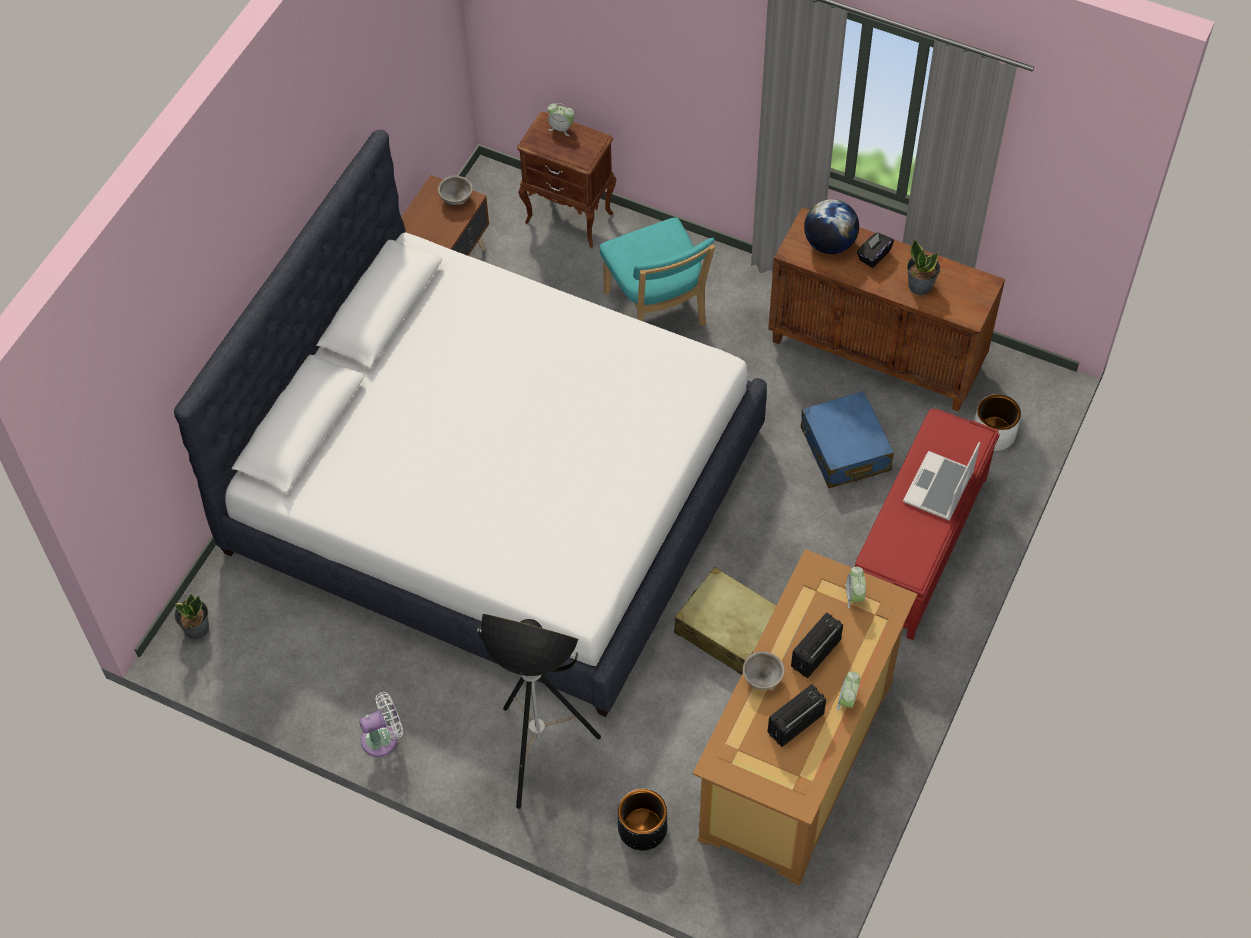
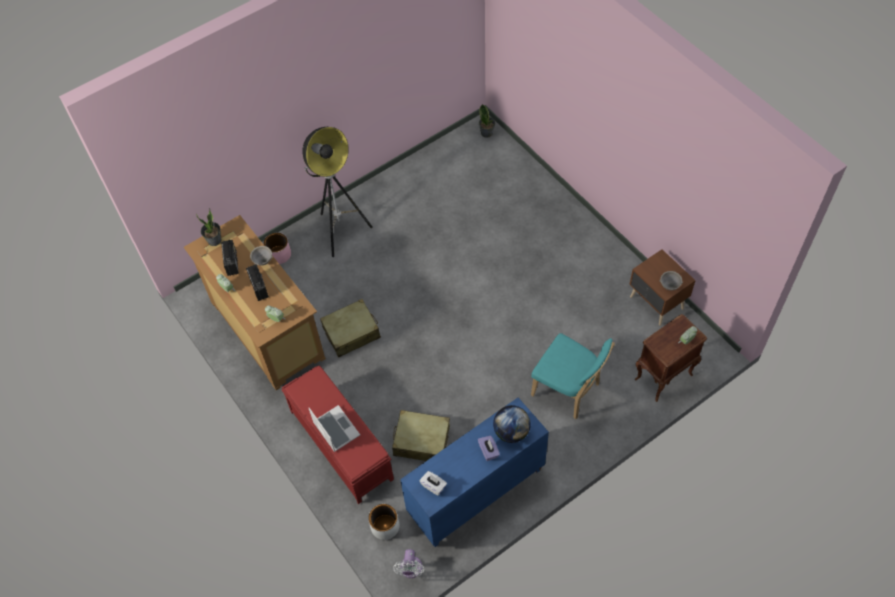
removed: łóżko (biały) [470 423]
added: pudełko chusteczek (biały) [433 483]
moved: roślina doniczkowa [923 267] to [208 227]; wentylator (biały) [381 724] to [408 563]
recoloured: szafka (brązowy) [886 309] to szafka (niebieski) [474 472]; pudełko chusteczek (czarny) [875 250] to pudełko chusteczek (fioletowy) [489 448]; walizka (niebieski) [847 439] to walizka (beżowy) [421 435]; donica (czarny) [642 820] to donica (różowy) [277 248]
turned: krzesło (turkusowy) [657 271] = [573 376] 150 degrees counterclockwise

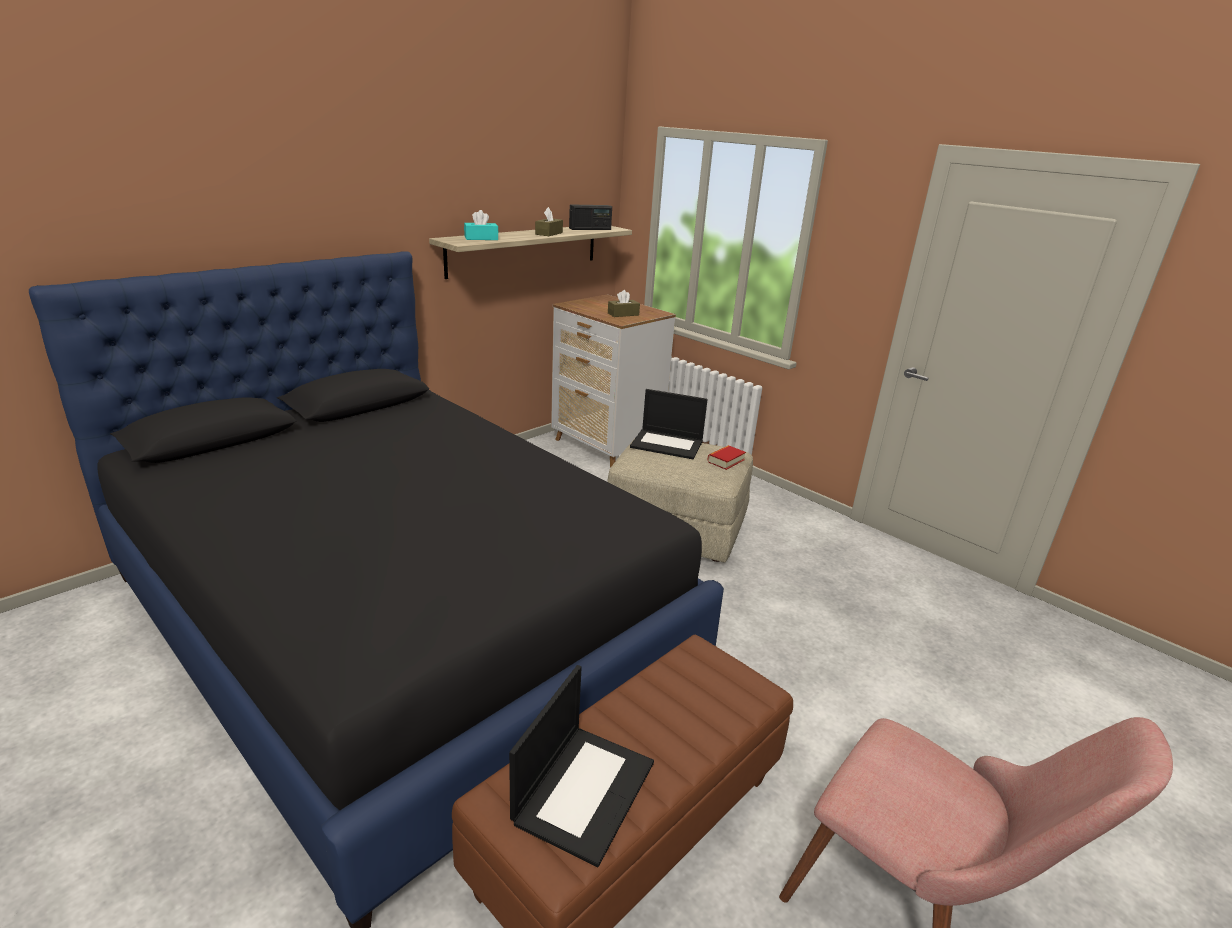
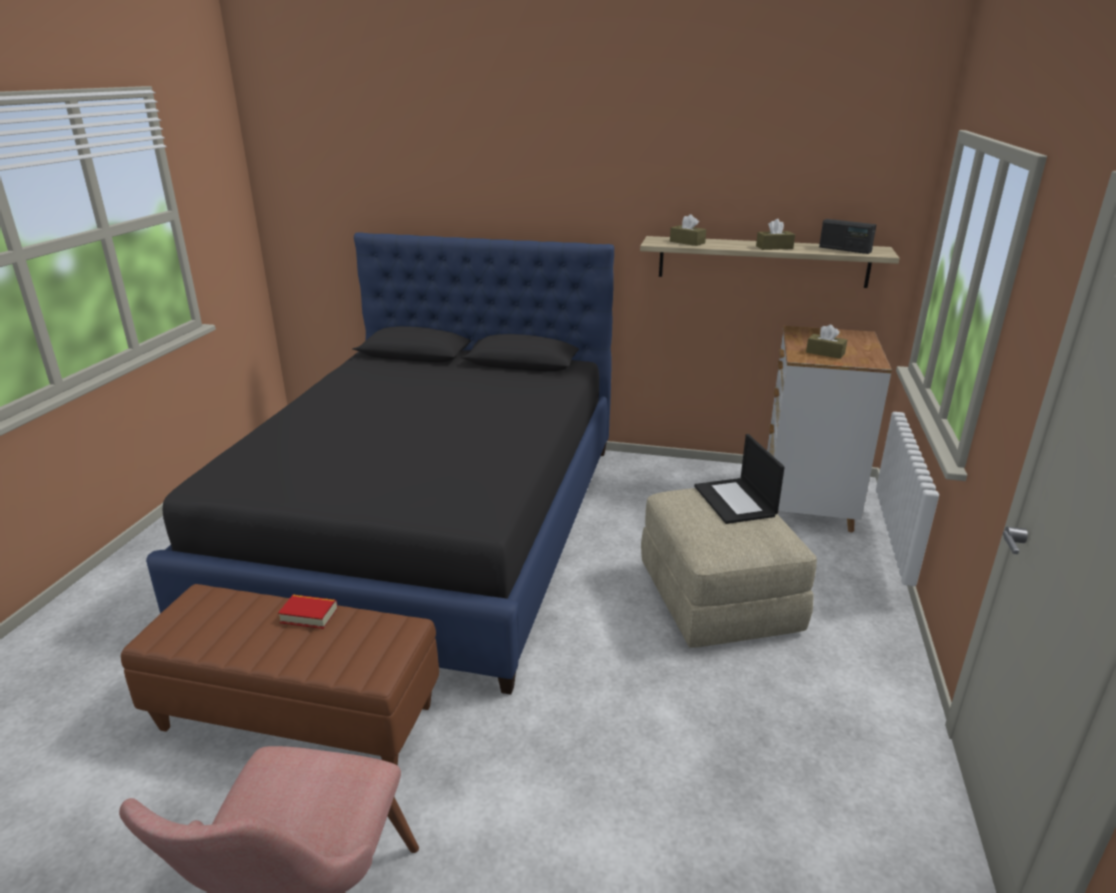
removed: laptop [581 766]
moved: książka [727 457] to [308 612]
recoloured: pudełko chusteczek (turkusowy) [481 225] to pudełko chusteczek (brązowy) [688 230]

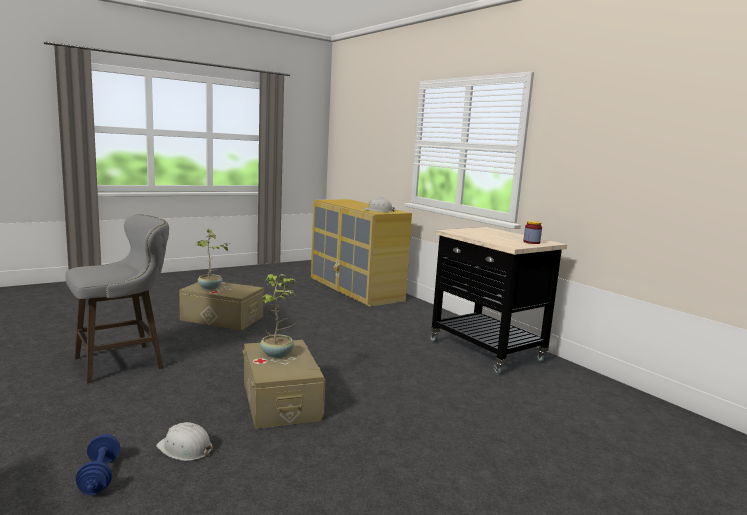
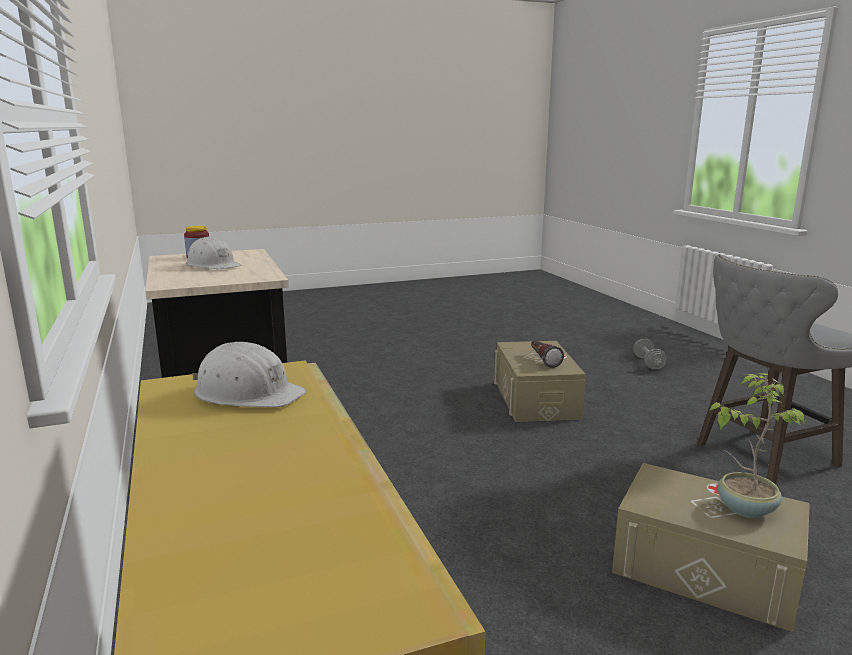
moved: kask (biały) [184 441] to [213 253]
replaced: roślina doniczkowa [278 316] to latarka [547 354]
recoloured: hantel (niebieski) [98 464] to hantel (szary) [650 354]

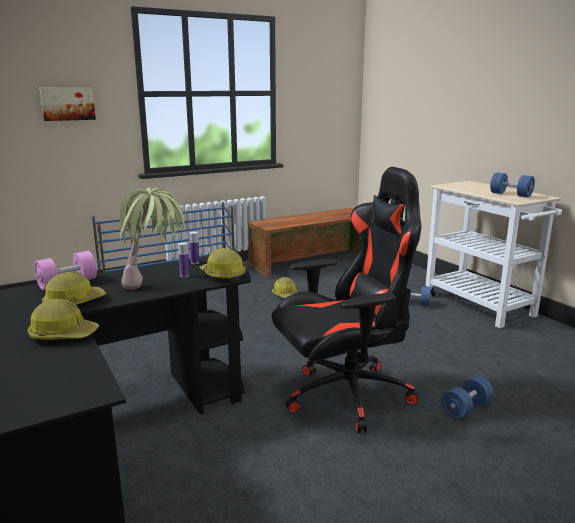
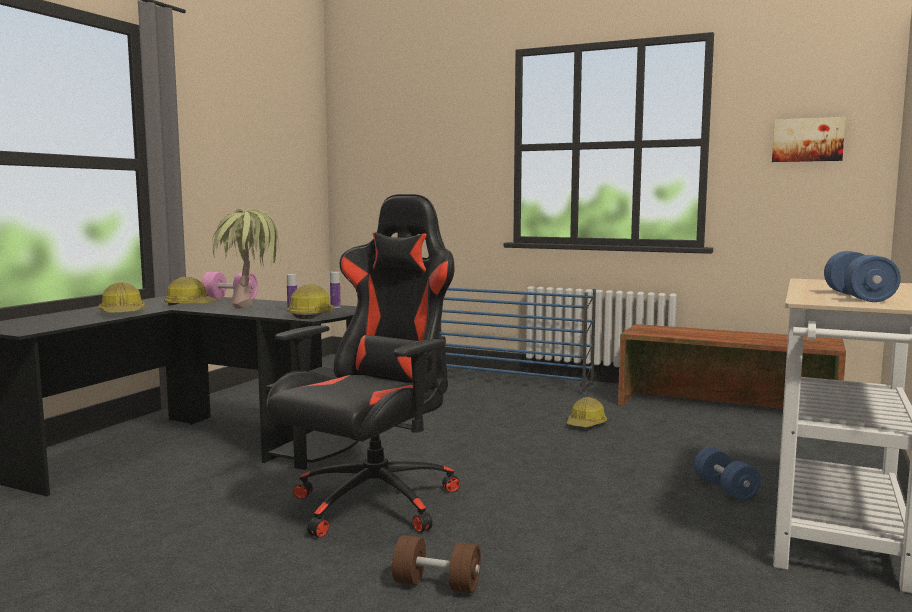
moved: obraz [67 104] to [809 139]
recoloured: hantel (niebieski) [467 397] to hantel (brązowy) [436 564]
turned: krzesło biurowe (czarny) [346 300] = [363 366] 90 degrees counterclockwise

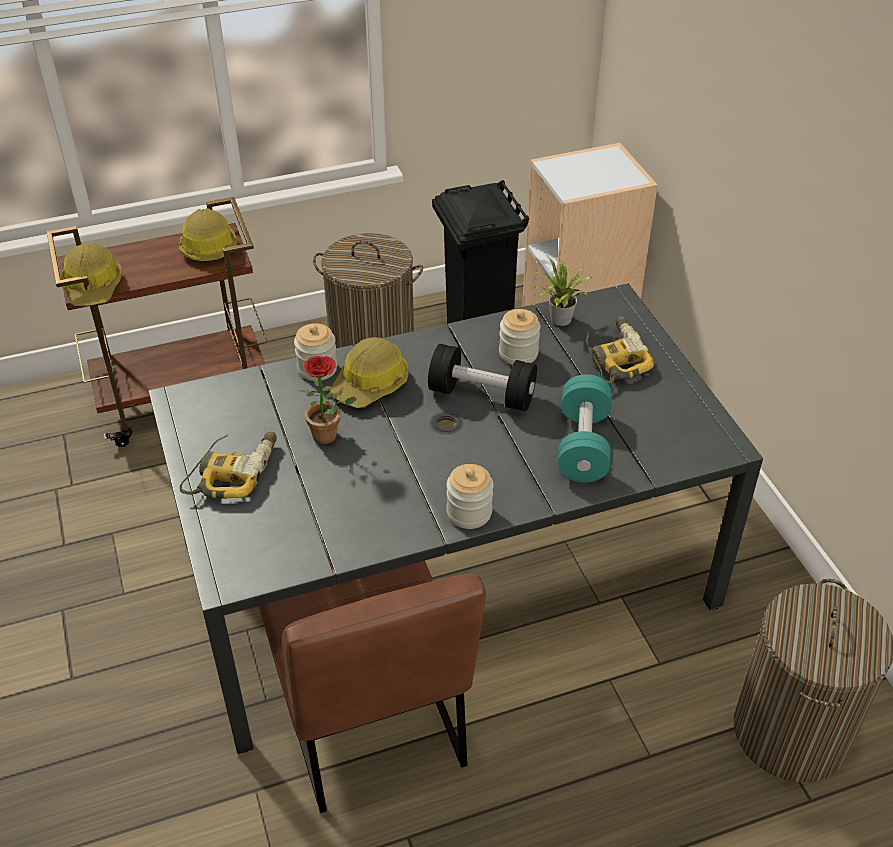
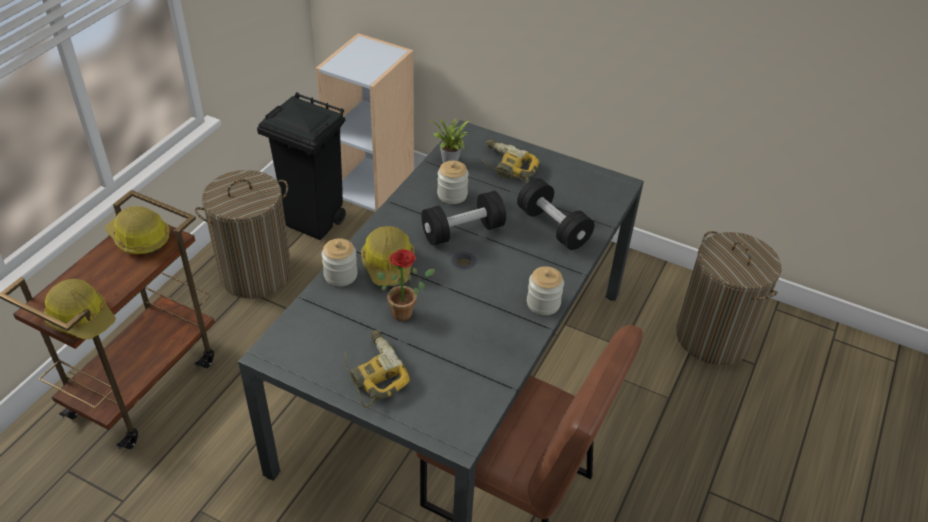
recoloured: hantel (turkusowy) [584 428] to hantel (czarny) [555 214]

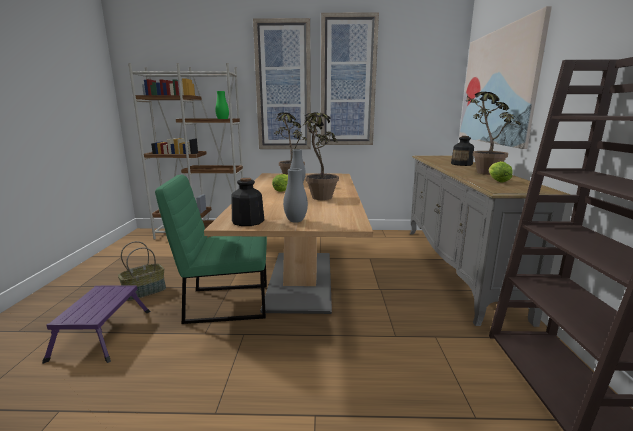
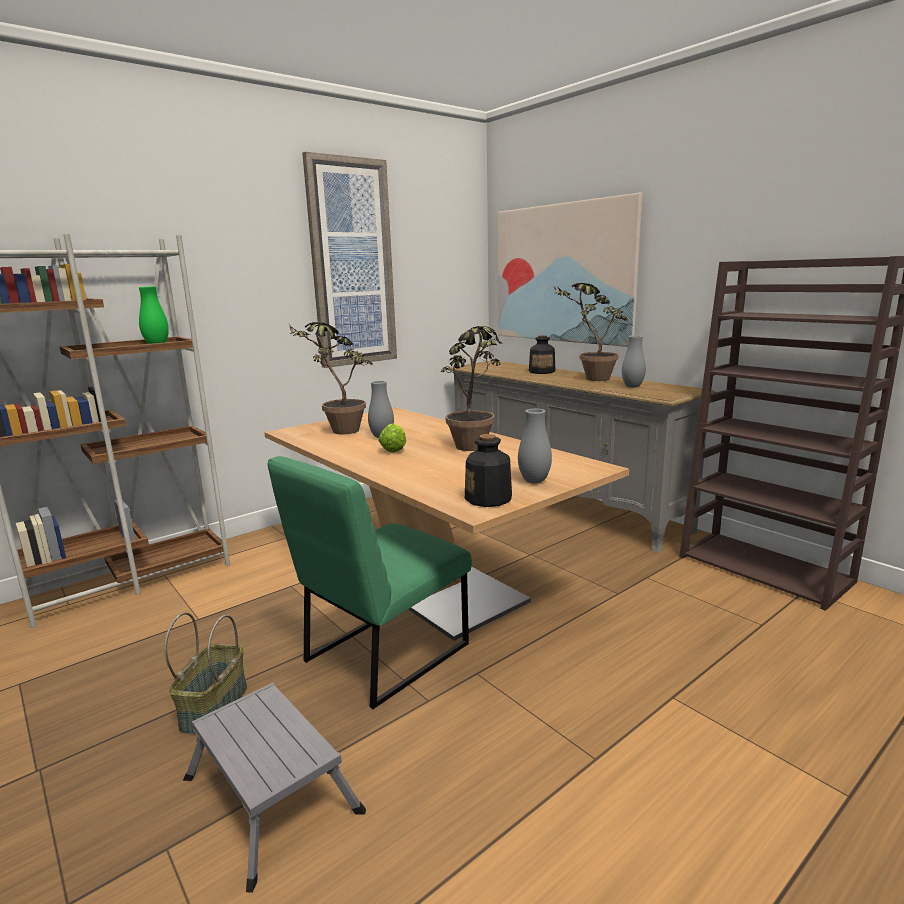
removed: obraz [282 83]
replaced: sałata [501 171] to wazon (szary) [634 361]
recoloured: drabinka (fioletowy) [96 324] to drabinka (szary) [274 788]

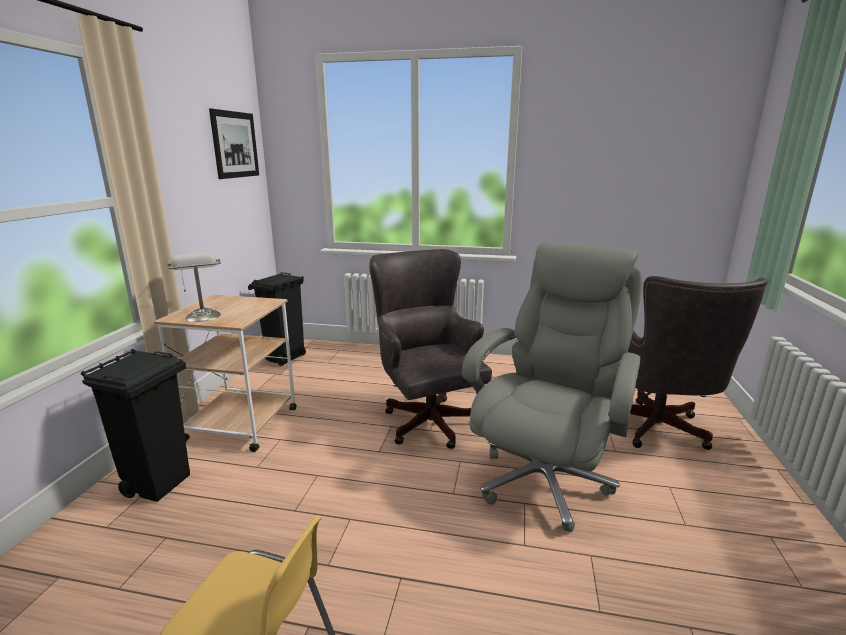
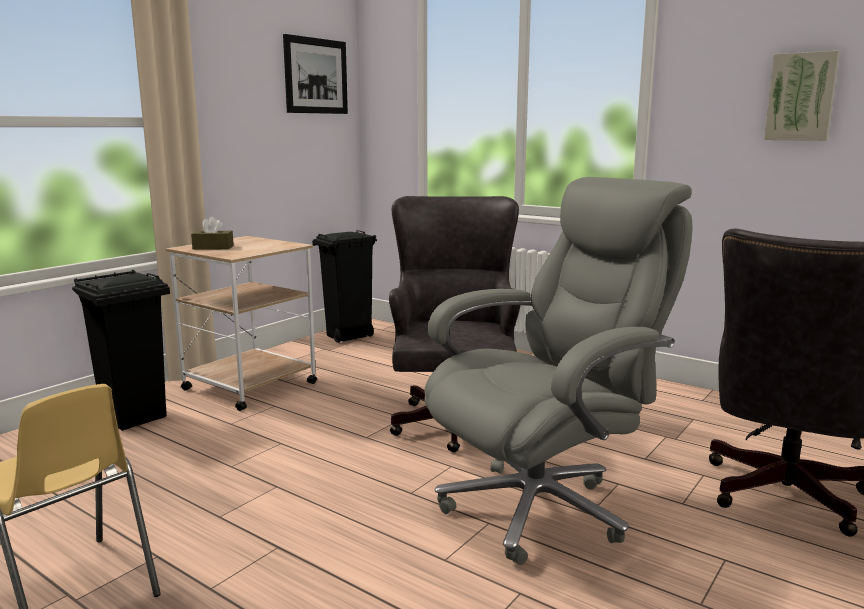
added: obraz [802 96]
replaced: lampa stołowa (biały) [194 287] to pudełko chusteczek (brązowy) [212 233]

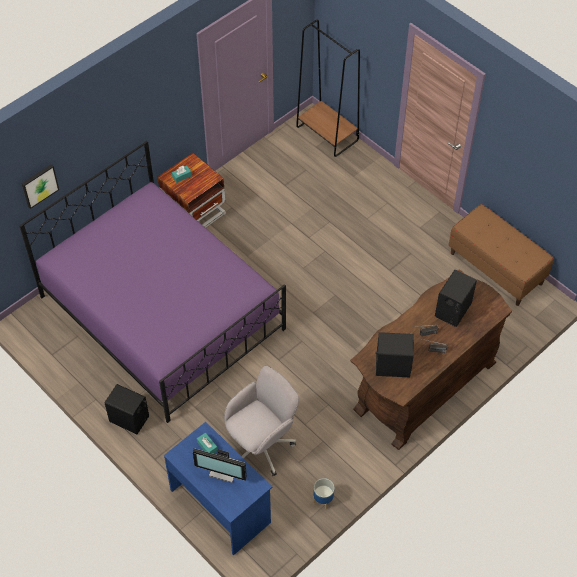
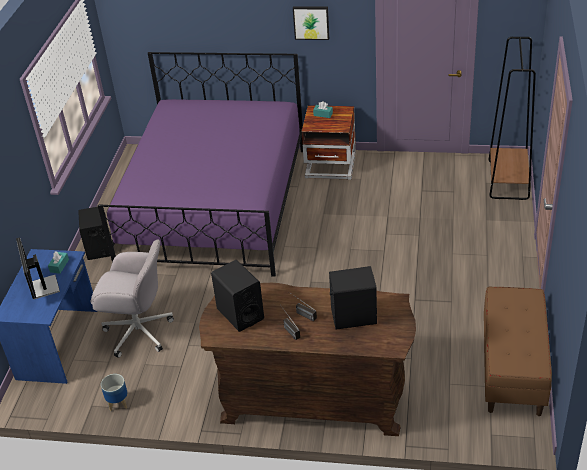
moved: obraz [40 186] to [311 23]

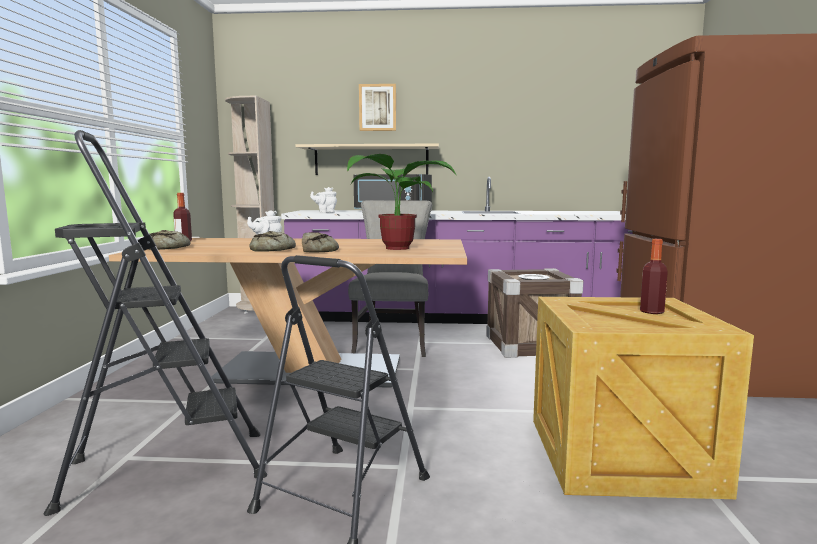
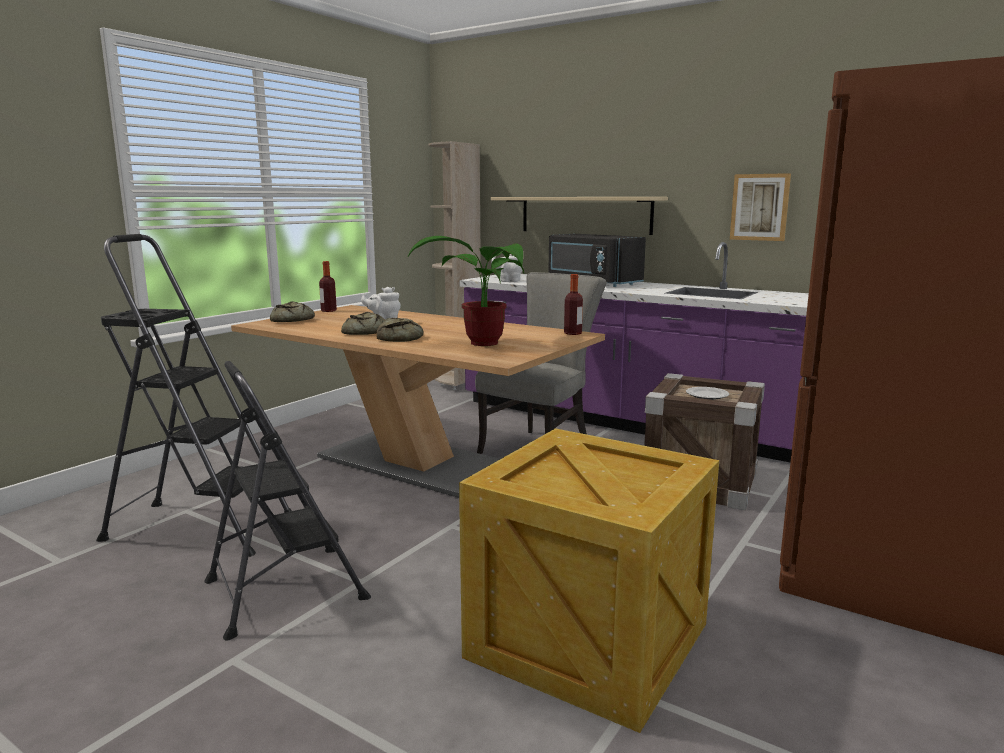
moved: obraz [377 107] to [760 207]; butelka [654 276] to [573 304]

